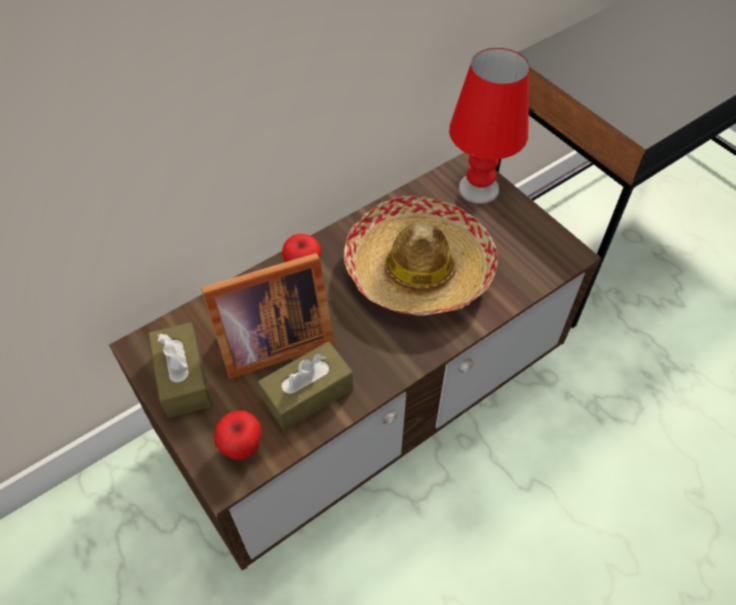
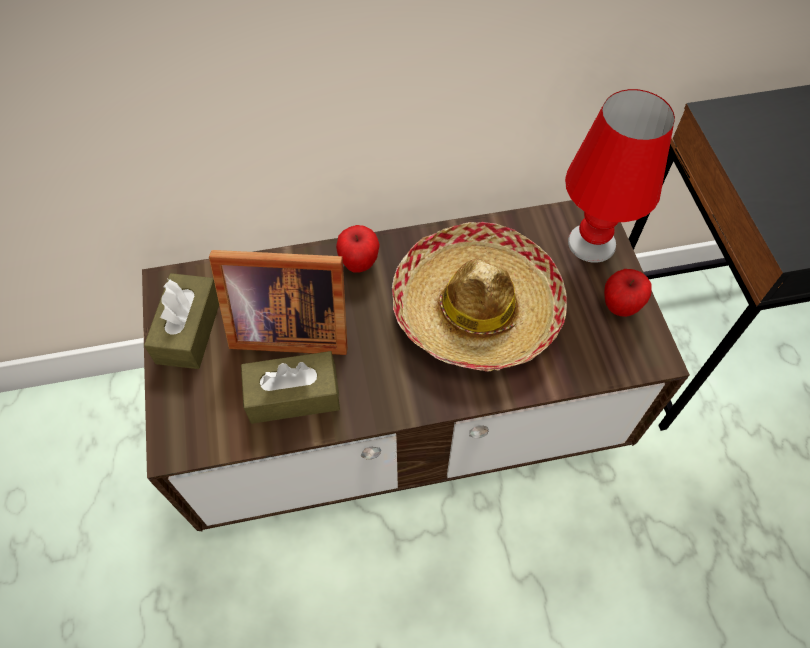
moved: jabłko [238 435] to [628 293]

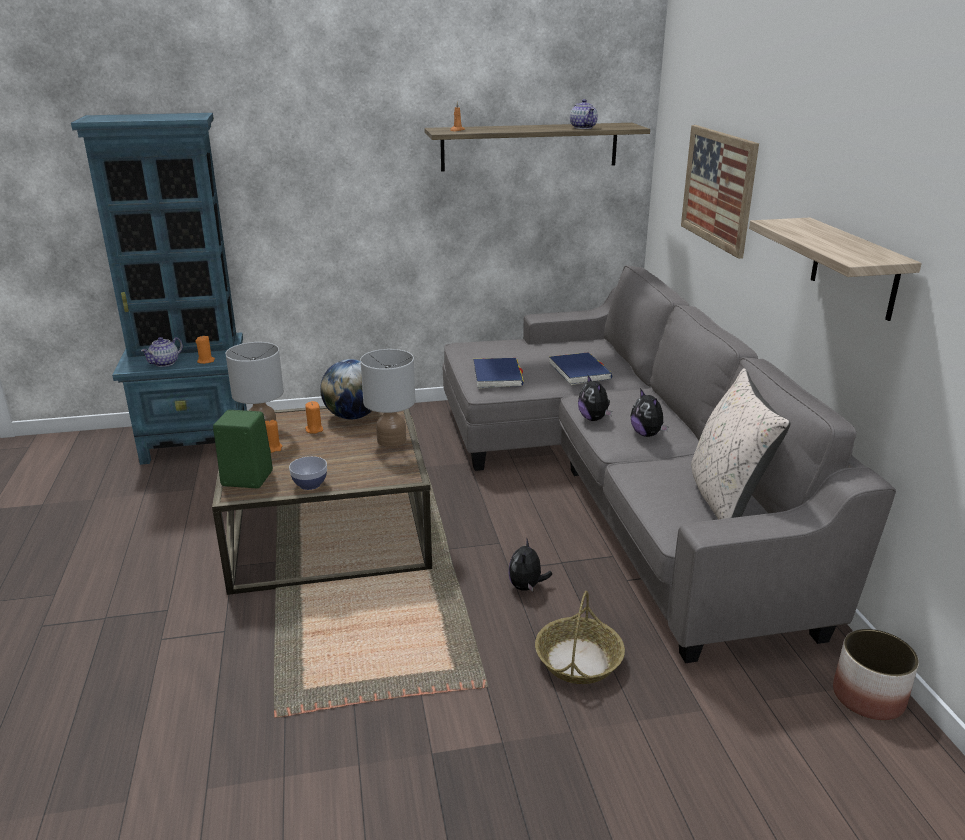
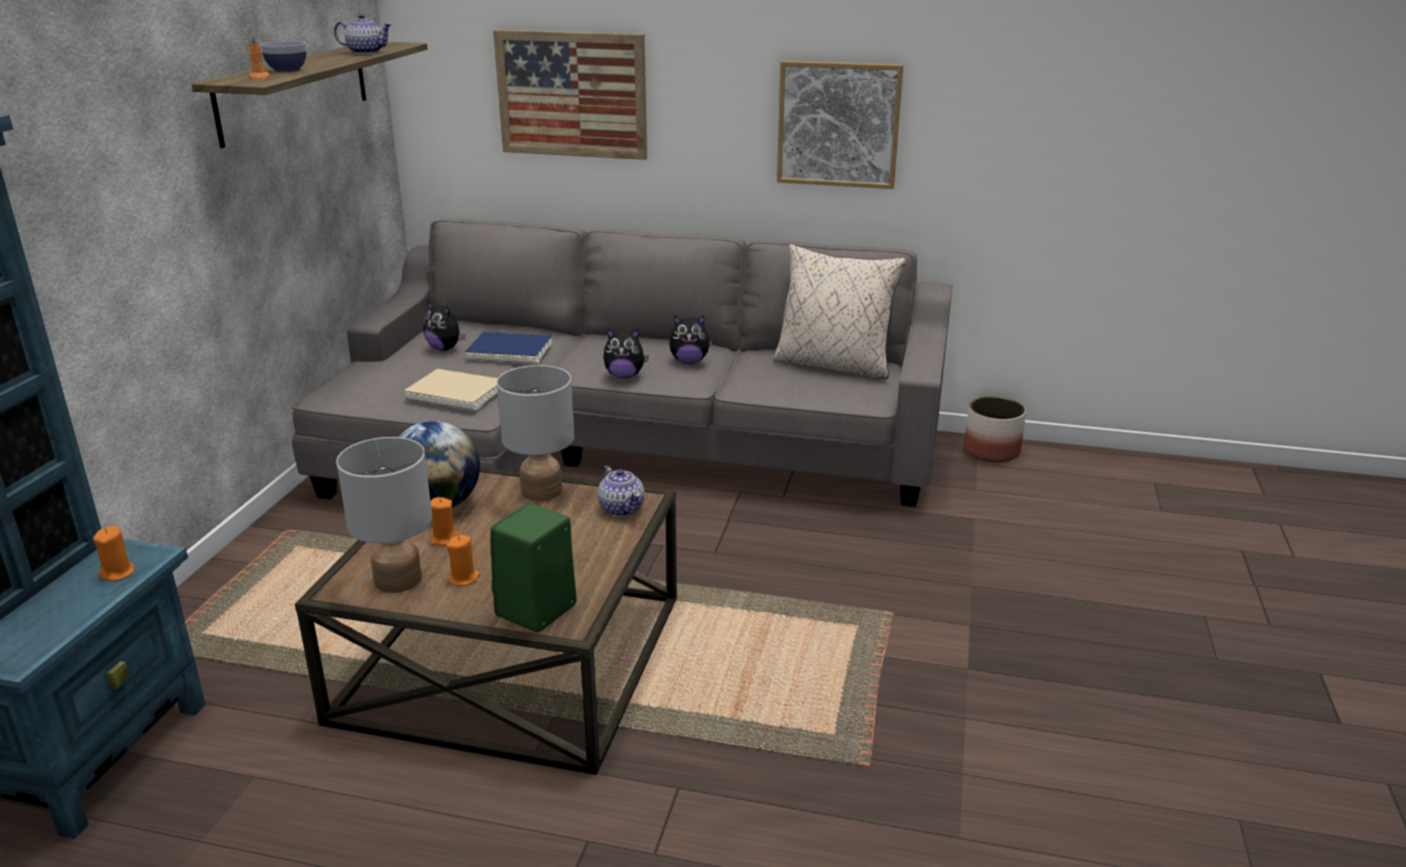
removed: koszyk [580 637]
moved: imbryk [162 352] to [621 491]; miska [308 473] to [283 56]; pluszak [530 565] to [444 326]
replaced: półka [835 269] to obraz [840 125]
recoloured: książka (niebieski) [498 373] to książka (beżowy) [451 390]

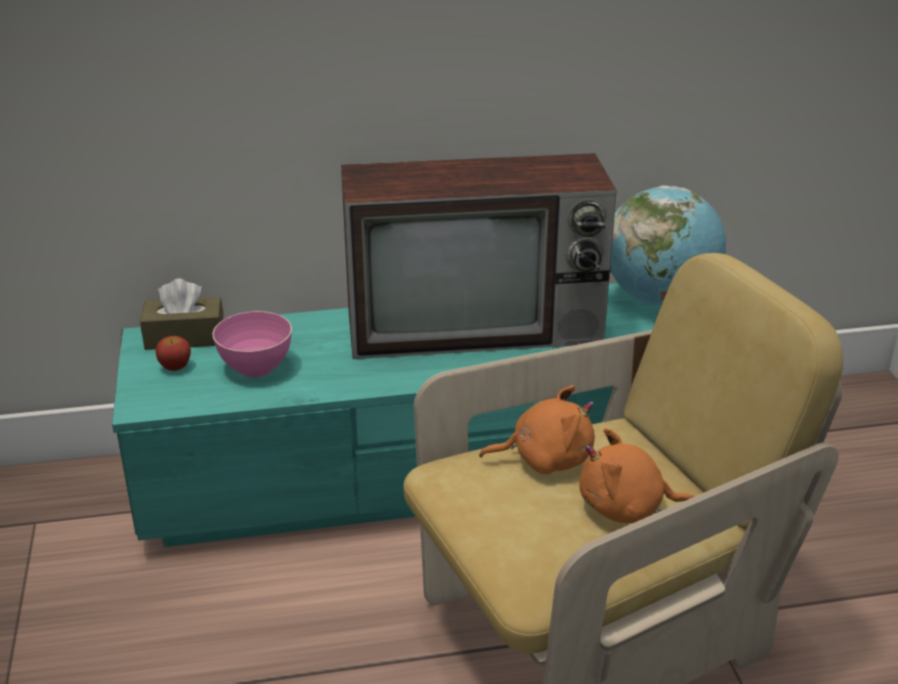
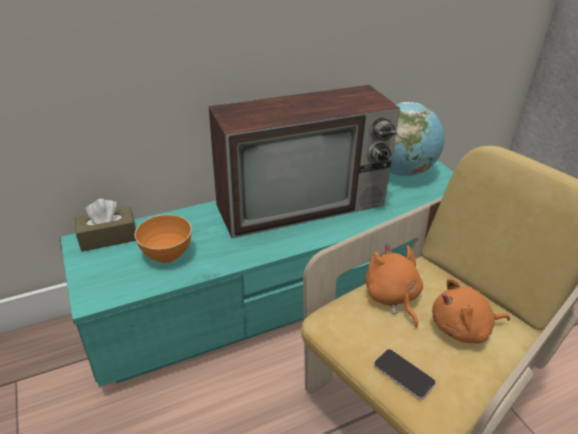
removed: jabłko [173 353]
added: telefon [405 374]
recoloured: miska (różowy) [252 344] to miska (pomarańczowy) [163 239]
turned: pluszak (pomarańczowy) [537 429] = [394 285] 90 degrees counterclockwise

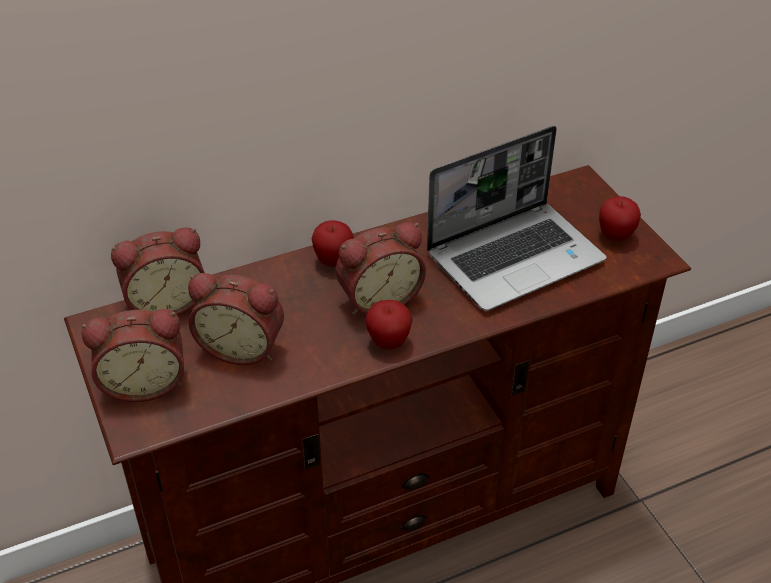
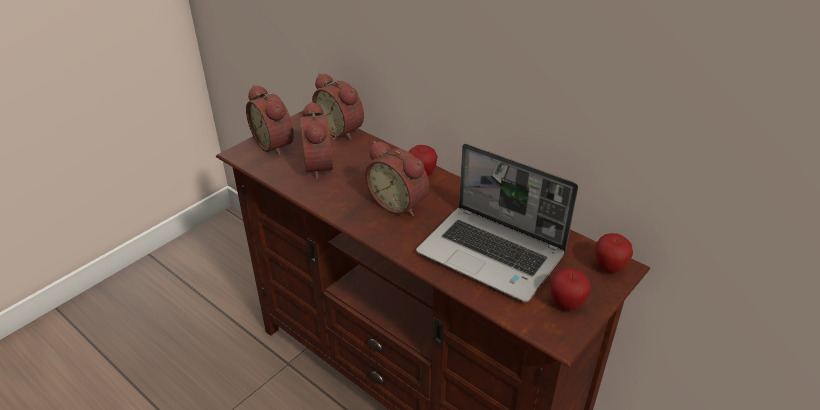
moved: jabłko [389 325] to [614 253]

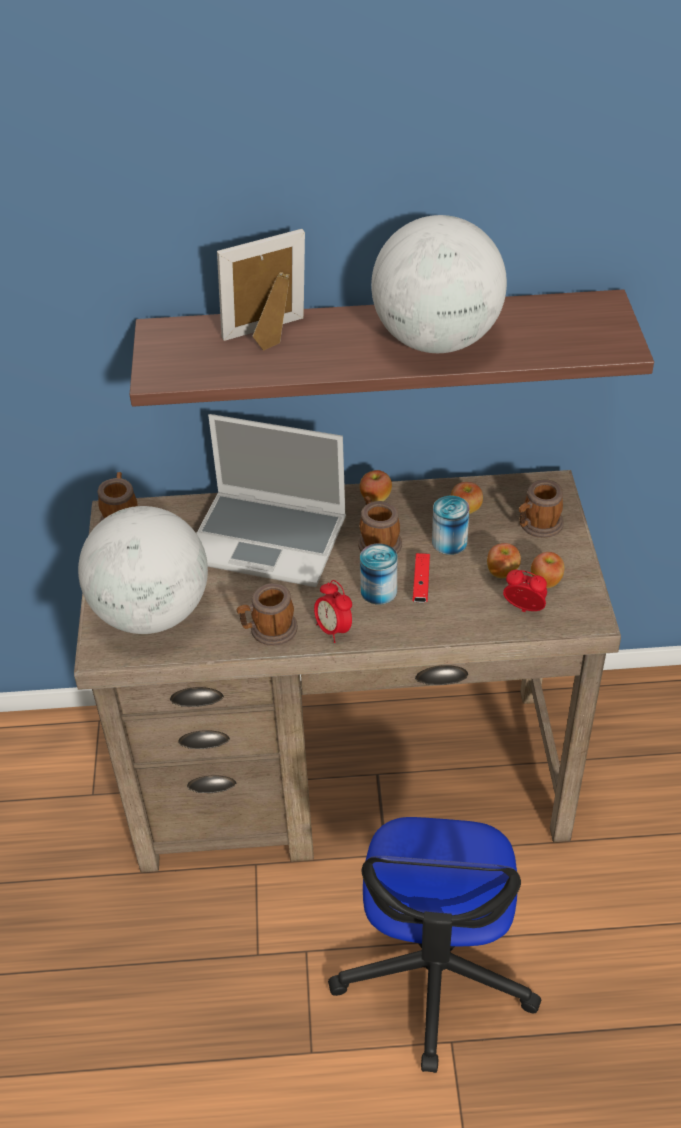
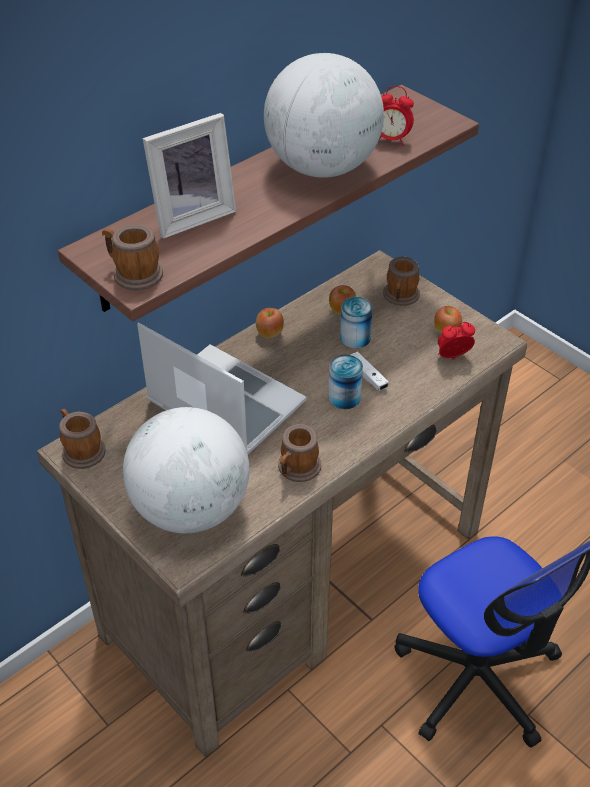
removed: jabłko [504 560]
moved: kubek [380 525] to [132 258]; budzik [333 611] to [396 116]
recoloured: pad do gier (czerwony) [421 578] to pad do gier (biały) [369 371]
turned: ramka na zdjęcie [261 290] = [189 176] 150 degrees counterclockwise; laptop [271 500] = [222 388] 120 degrees counterclockwise

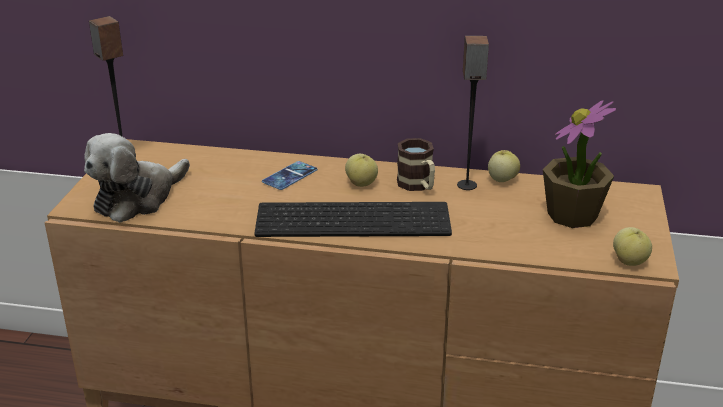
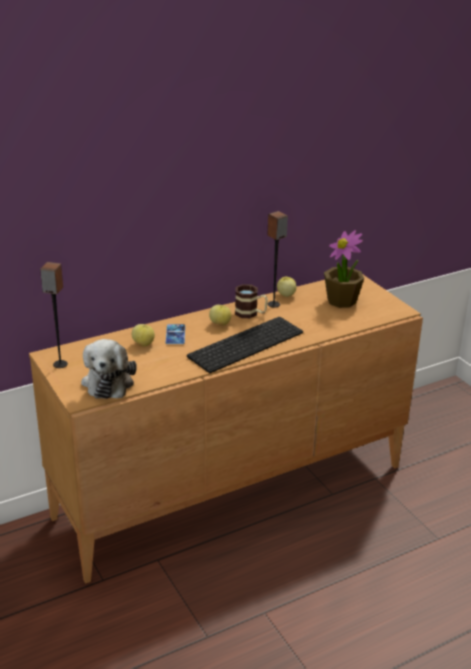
moved: jabłko [632 246] to [143 335]

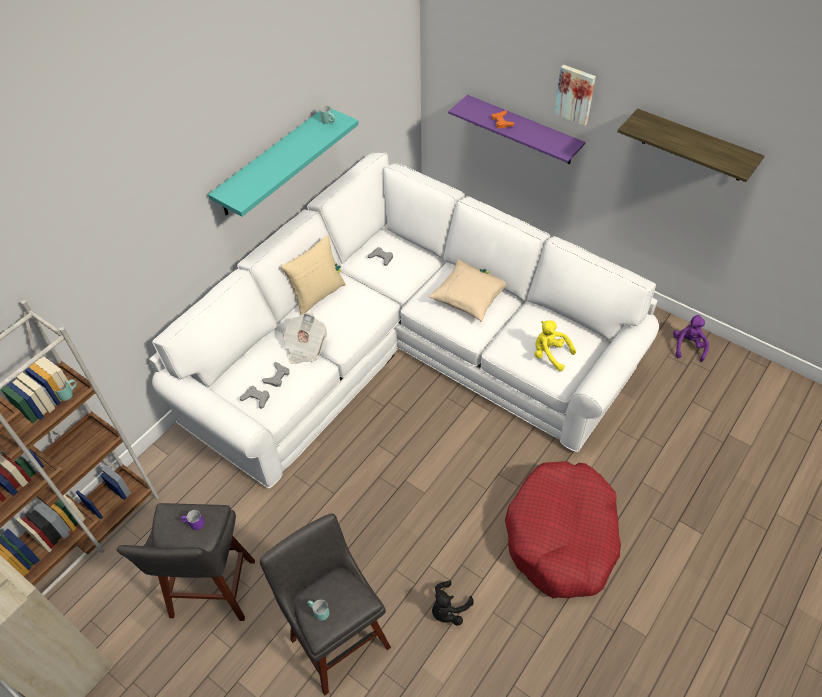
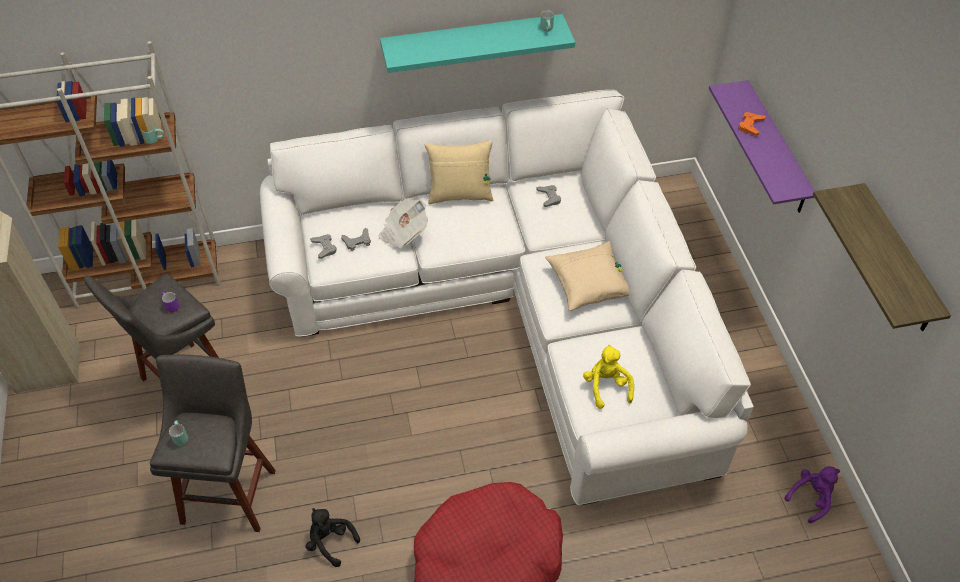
removed: obraz [575 95]
turned: pluszak (czarny) [452 603] = [333 537] 45 degrees clockwise

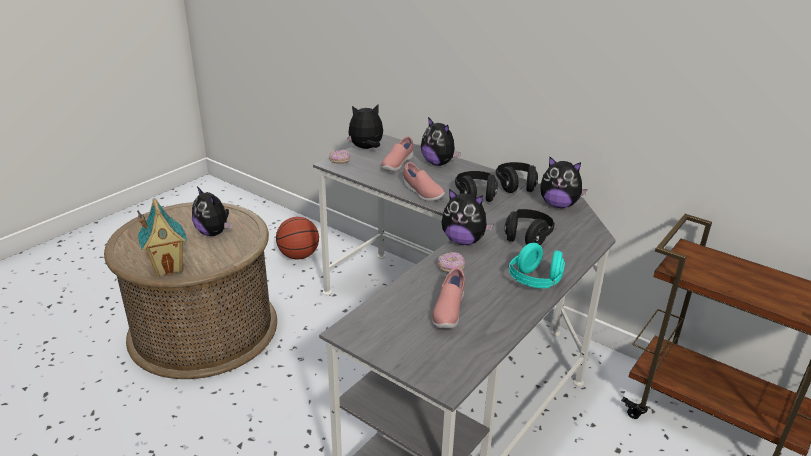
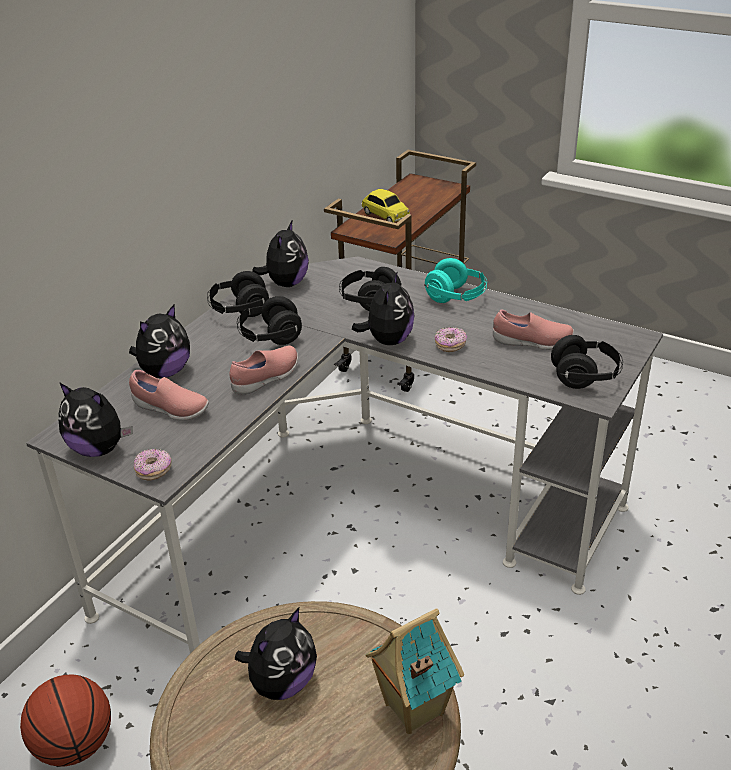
added: samochodzik [385 206]; słuchawki (czarny) [587 362]
turned: pluszak [365 127] = [95 419] 45 degrees counterclockwise

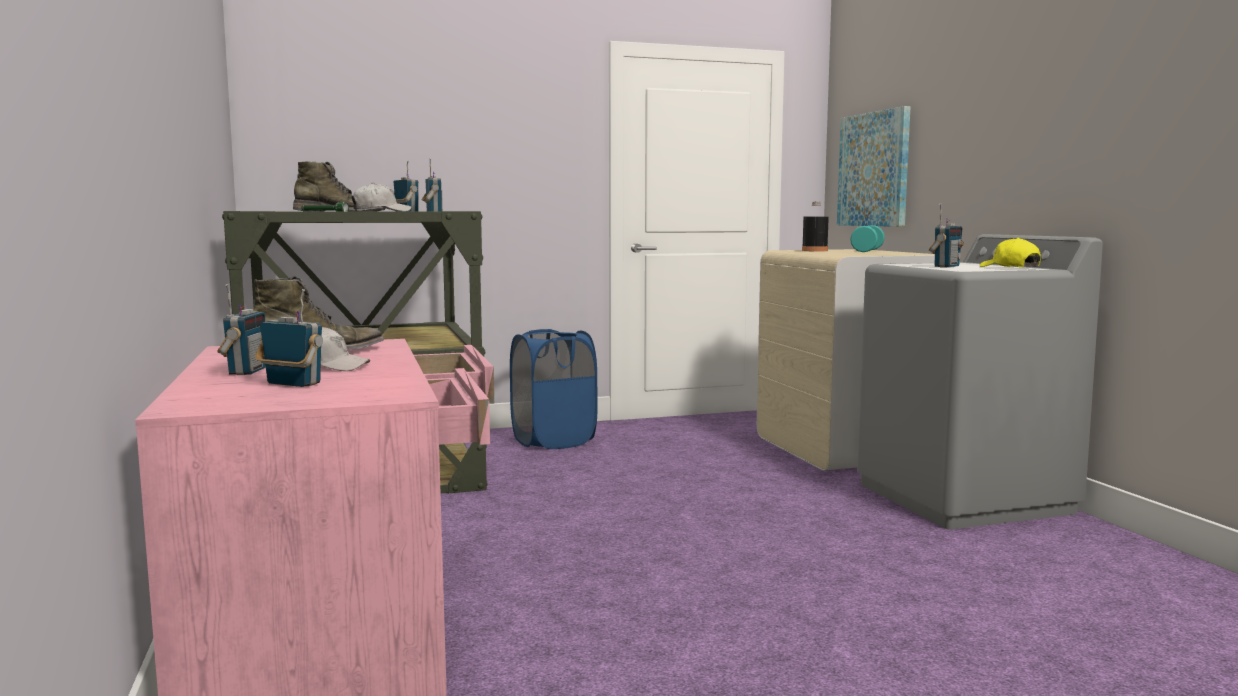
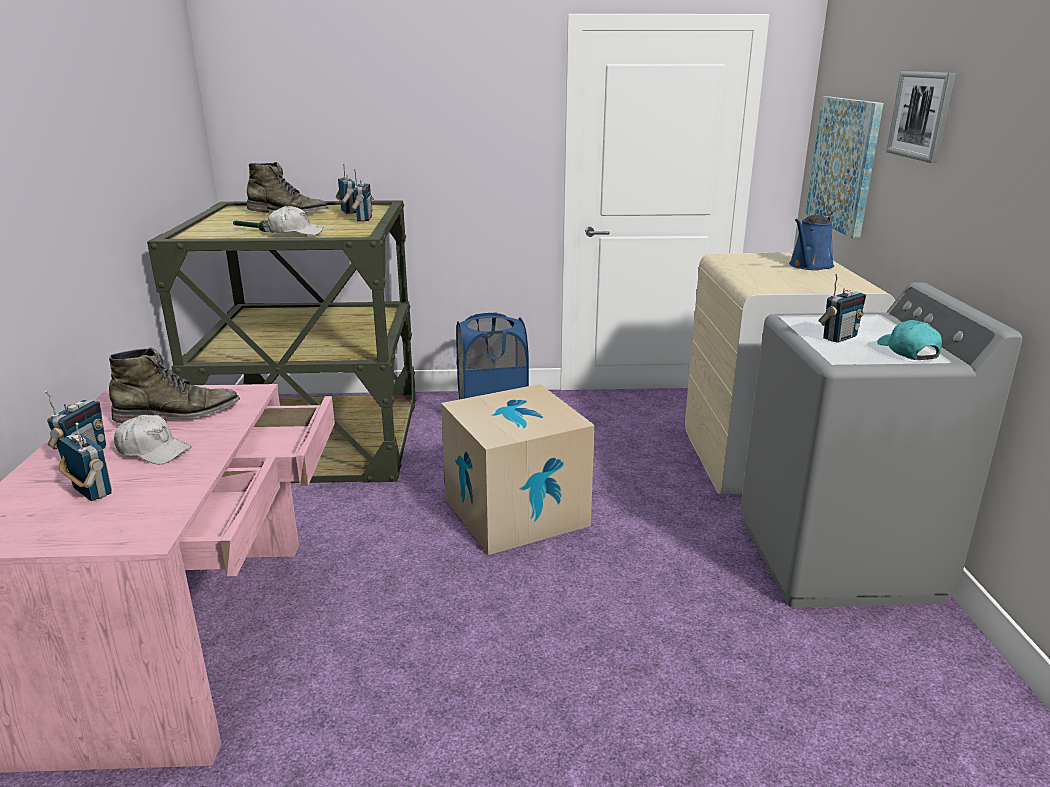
removed: butelka (czarny) [815 226]
added: obraz [921 117]; karton [518 469]
replaced: hantel (turkusowy) [867 238] to konewka (niebieski) [811 242]
recoloured: czapka z daszkiem (żółty) [1010 252] to czapka z daszkiem (turkusowy) [909 340]

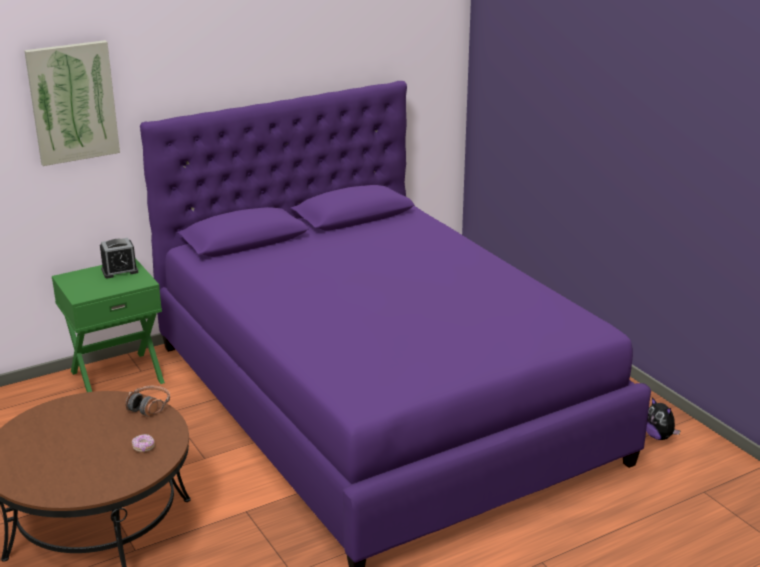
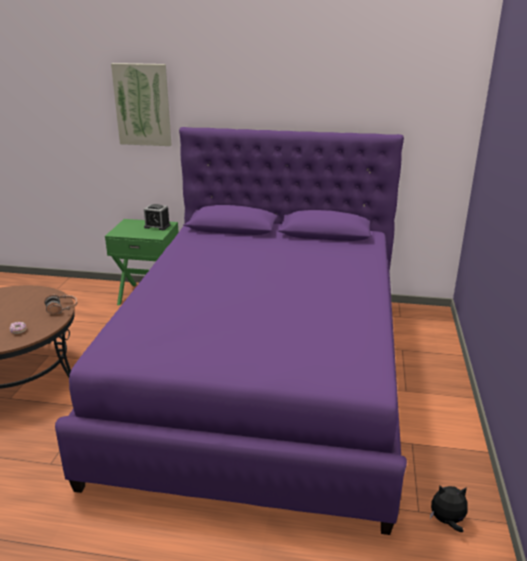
turned: pluszak [663 418] = [449 508] 90 degrees clockwise

